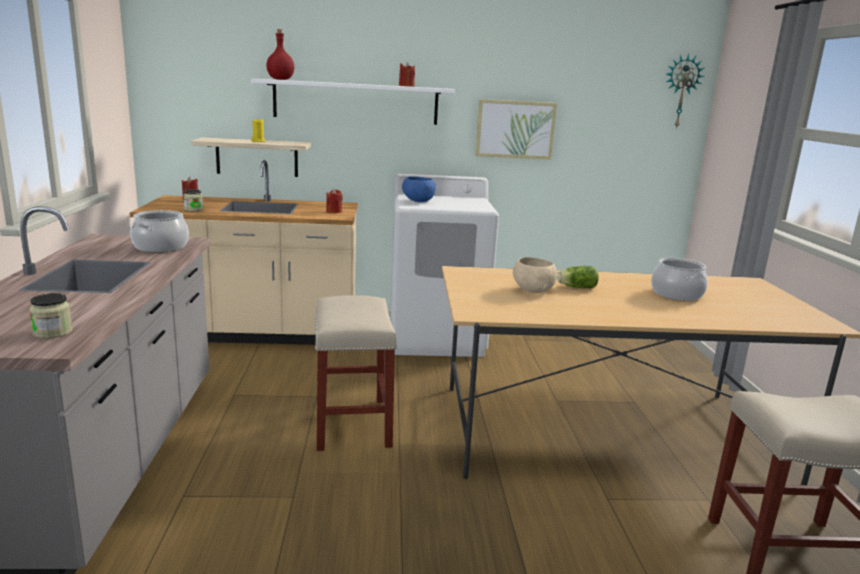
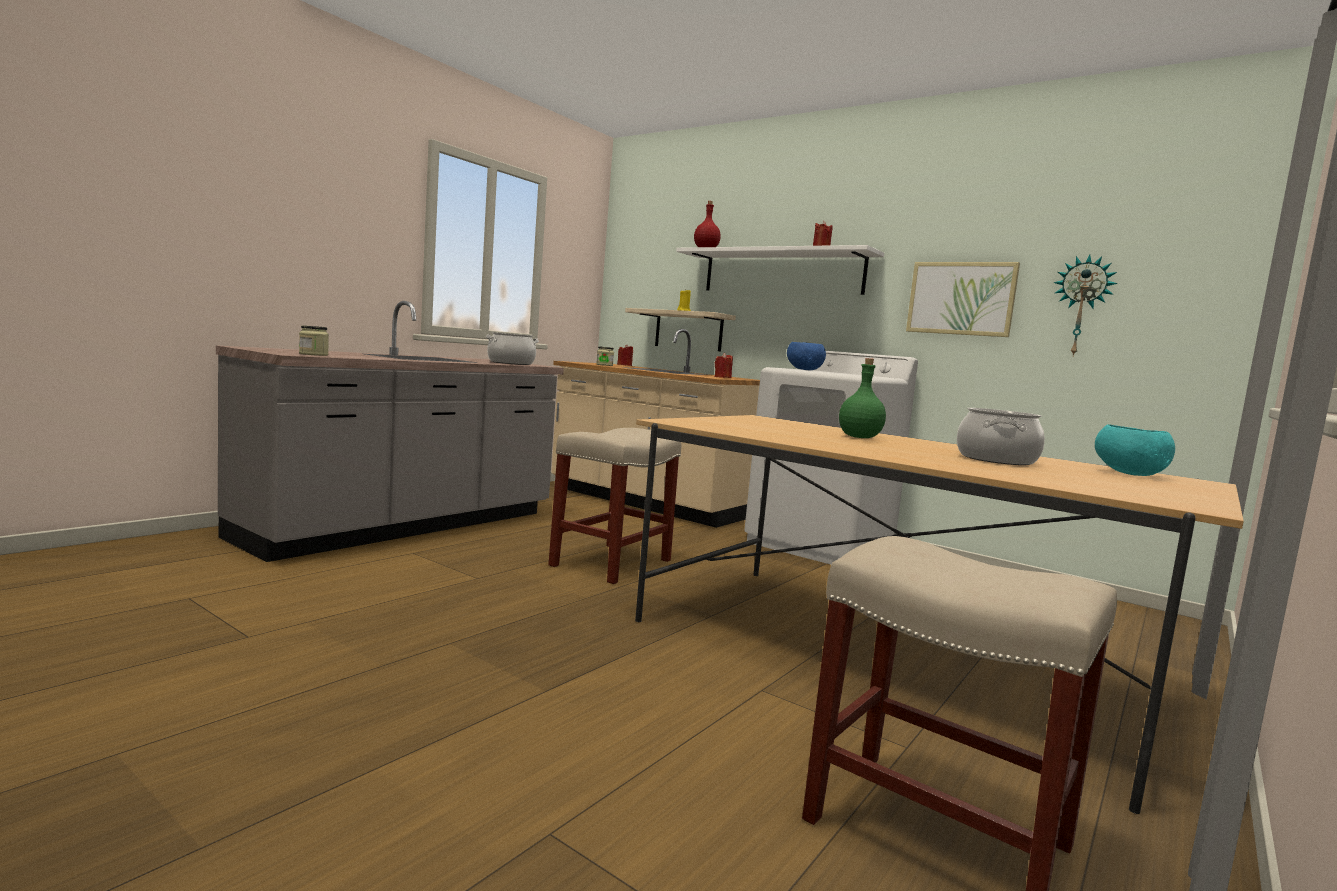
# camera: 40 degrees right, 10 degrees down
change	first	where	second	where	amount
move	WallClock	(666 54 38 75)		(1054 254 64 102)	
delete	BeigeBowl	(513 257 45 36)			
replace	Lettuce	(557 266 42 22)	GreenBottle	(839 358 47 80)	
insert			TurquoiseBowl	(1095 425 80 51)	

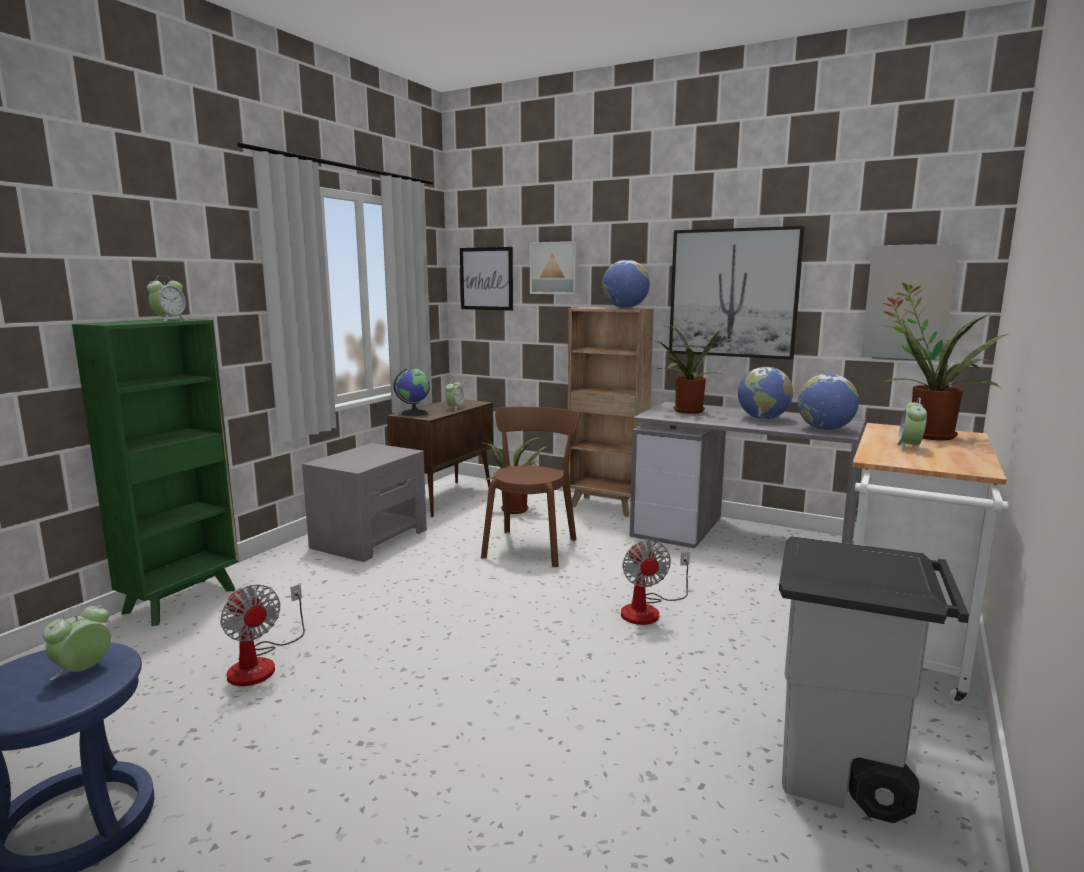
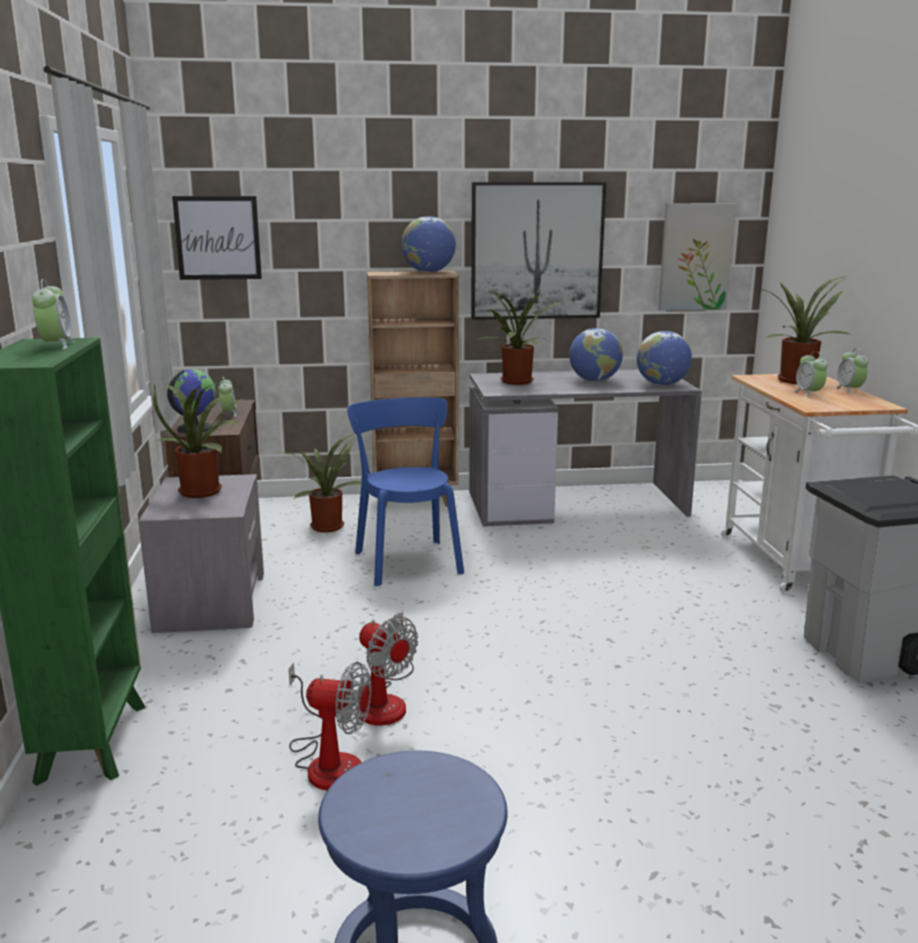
# camera: 35 degrees left, 5 degrees up
change	first	where	second	where	amount
delete	Picture	(530 241 48 53)			
recolor	BrownChair	(481 407 99 160)	BlueChair	(347 397 117 189)	
move	Fan	(621 540 69 85)		(357 612 61 113)	
move	AlarmClock	(43 604 68 76)		(835 348 34 46)	
insert			PottedPlant	(153 383 93 115)	

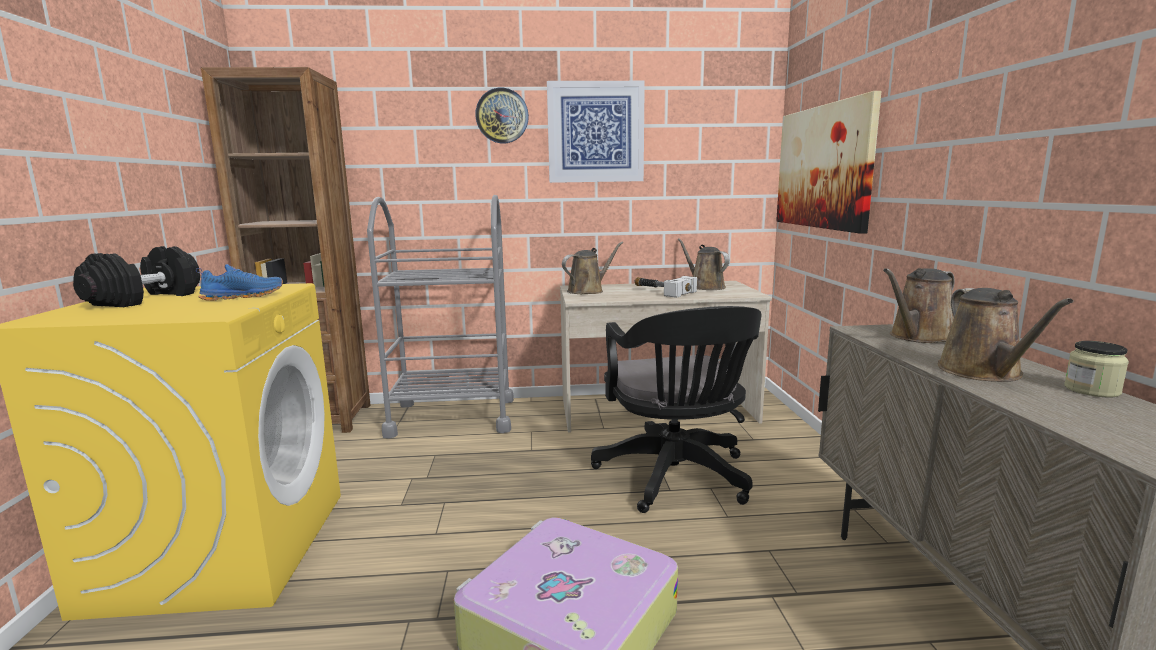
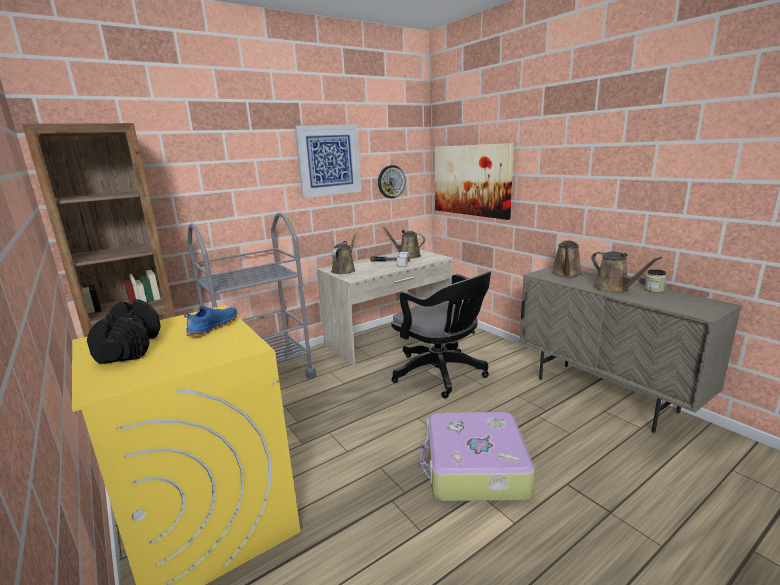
# camera: 30 degrees left, 5 degrees up
change	first	where	second	where	amount
move	WallClock	(475 88 54 55)		(378 165 28 33)	

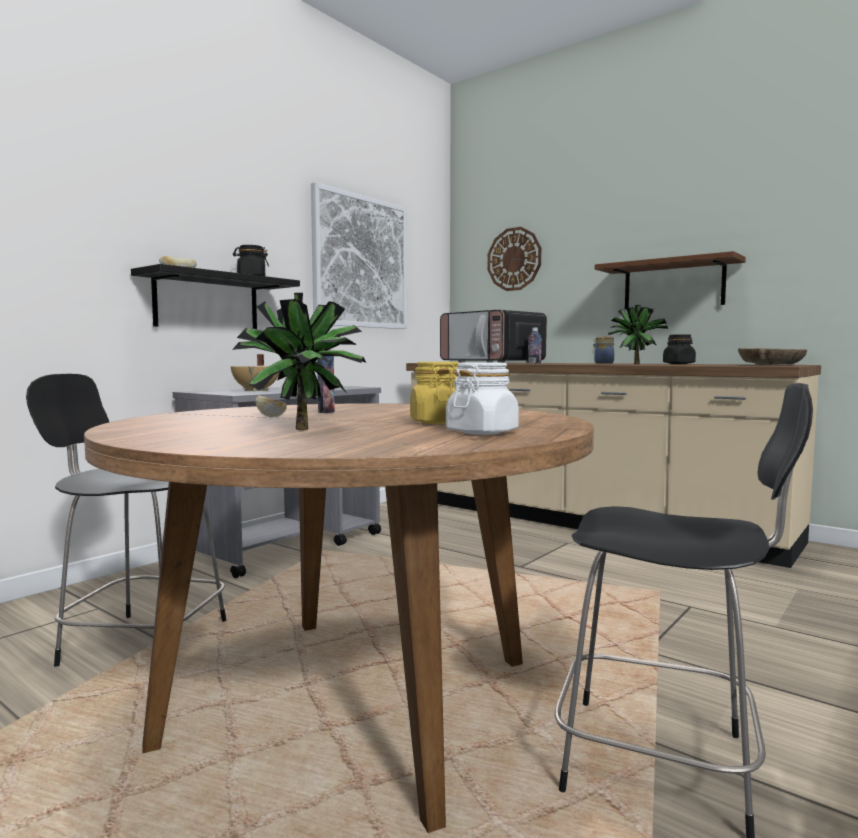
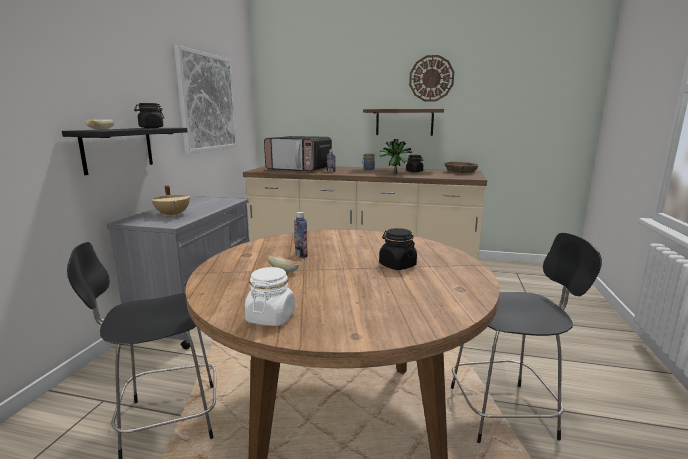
# camera: 25 degrees left, 10 degrees up
change	first	where	second	where	amount
move	WallClock	(487 227 54 64)		(409 55 45 47)	
delete	PottedPlant	(232 293 134 137)			
recolor	YellowJar	(410 362 49 62)	BlackJar	(379 228 38 42)	
move	WhiteJar	(446 363 73 72)		(245 267 50 59)	

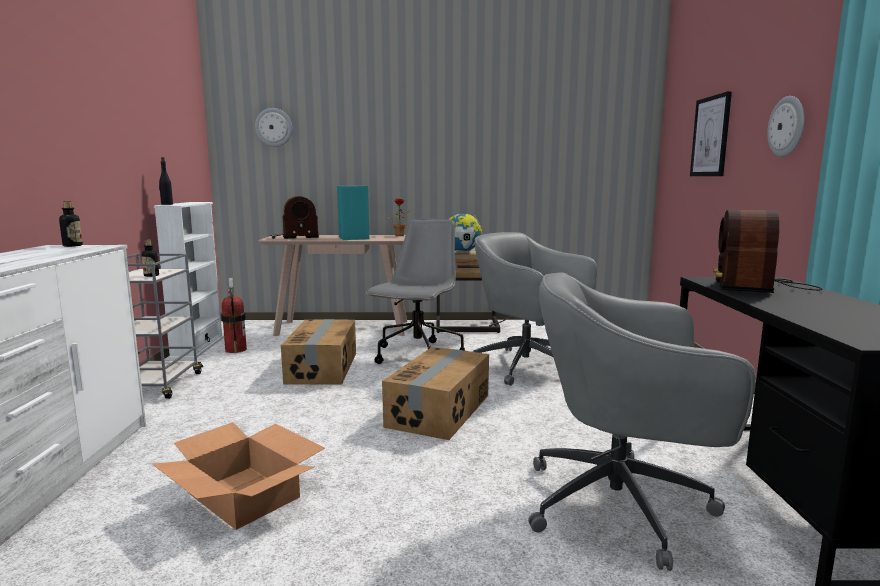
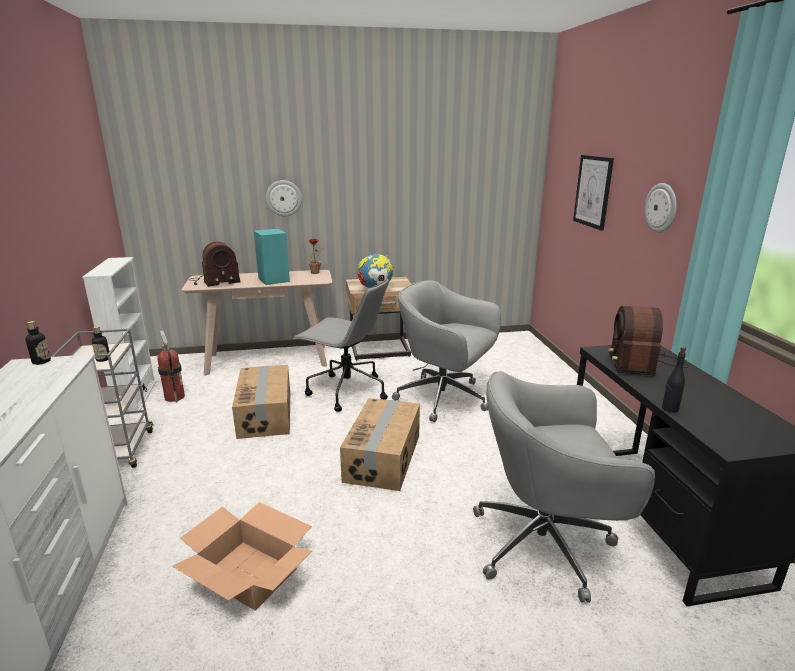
# camera: 10 degrees left, 10 degrees up
change	first	where	second	where	amount
move	WallClock	(255 108 37 39)		(266 180 36 37)	
move	BlackBottle	(159 157 14 48)		(662 347 24 66)	
rotate	GreyOfficeChair	(365 218 100 146)		(293 277 96 135)	105 degrees clockwise

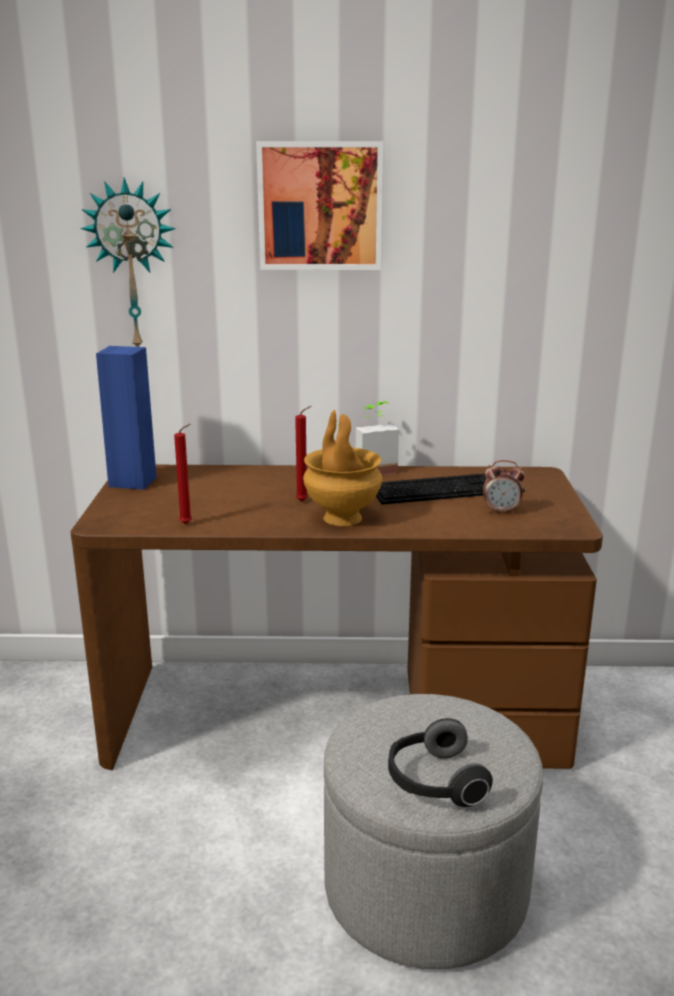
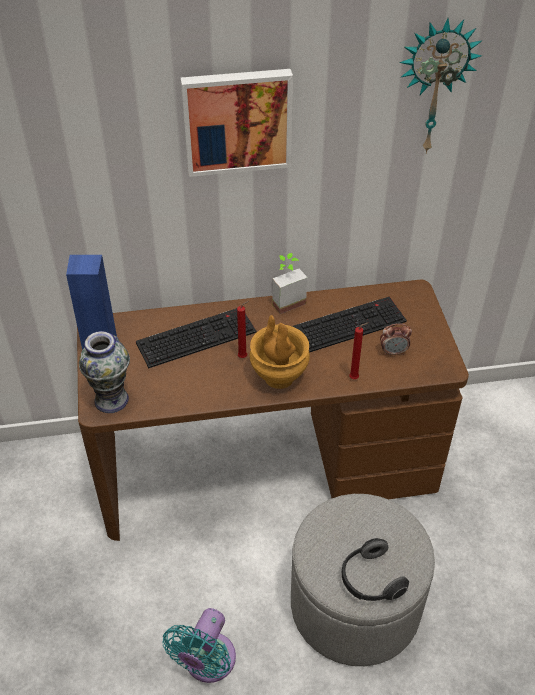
# camera: 10 degrees left, 25 degrees up
change	first	where	second	where	amount
move	WallClock	(80 178 96 169)		(399 18 83 136)	
move	RedCandle	(174 424 18 100)		(349 323 19 56)	
insert			Keyboard	(136 308 120 60)	
insert			Vase	(79 331 51 82)	
insert			TurquoiseFan	(163 608 73 75)	

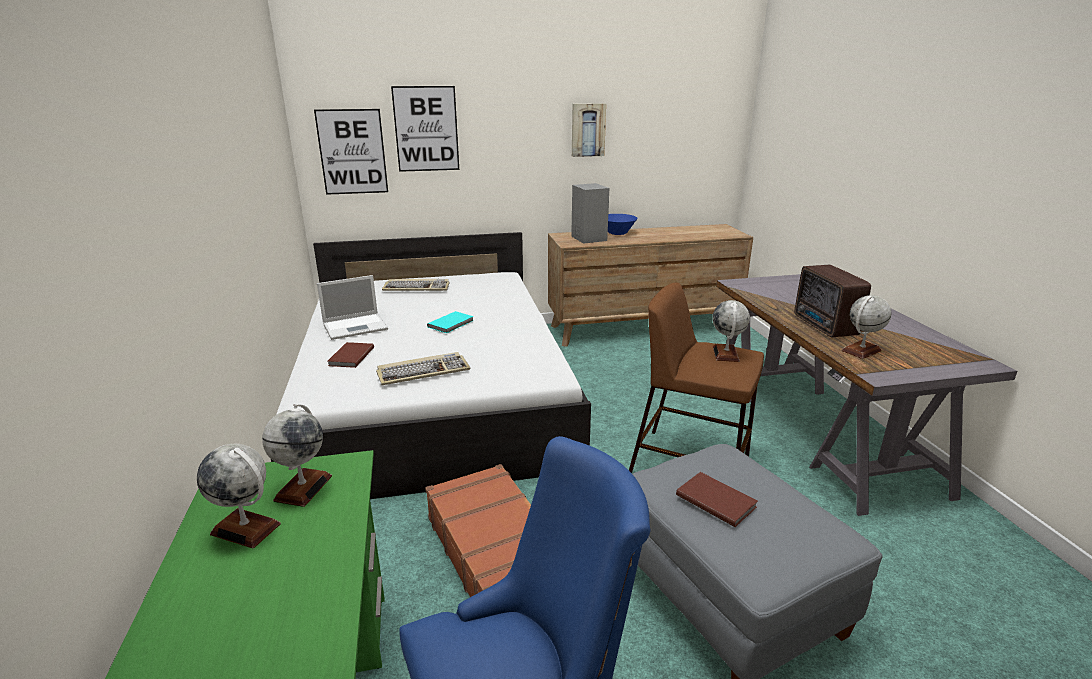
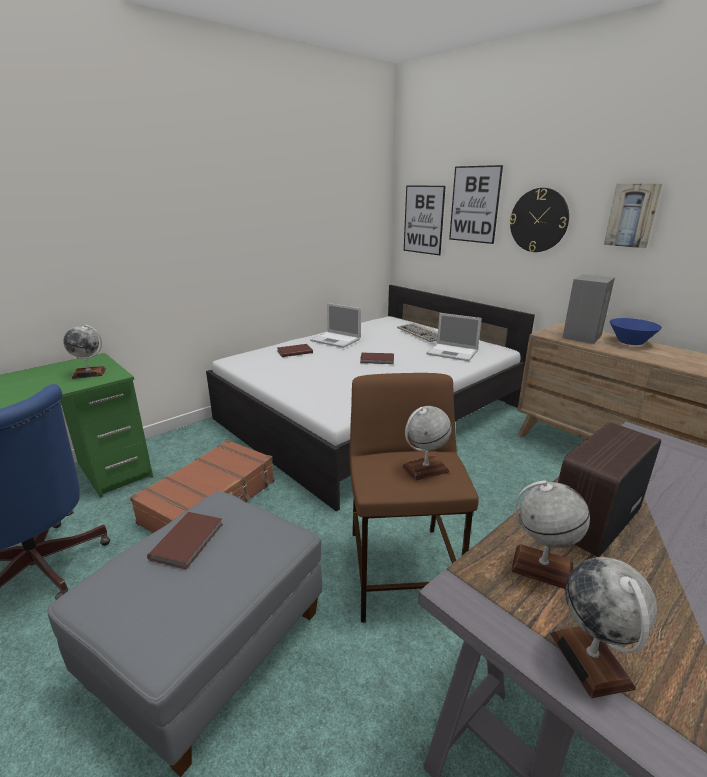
# camera: 60 degrees right, 0 degrees up
change	first	where	second	where	amount
recolor	TurquoiseBook	(427 311 47 22)	BrownBook	(360 353 34 11)	
delete	Keyboard	(376 352 94 34)			
move	Globe	(197 444 84 104)		(550 557 107 141)	
insert			WallClock	(510 188 59 64)	
insert			Laptop	(426 313 56 48)	

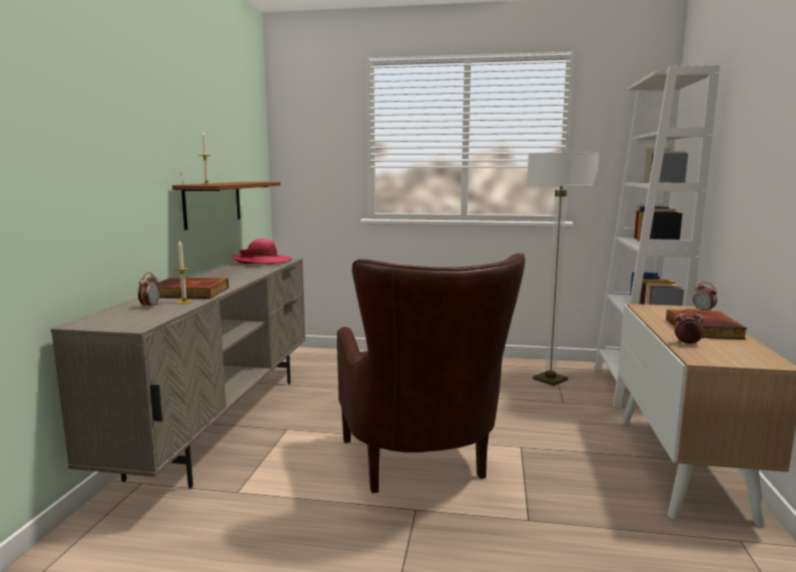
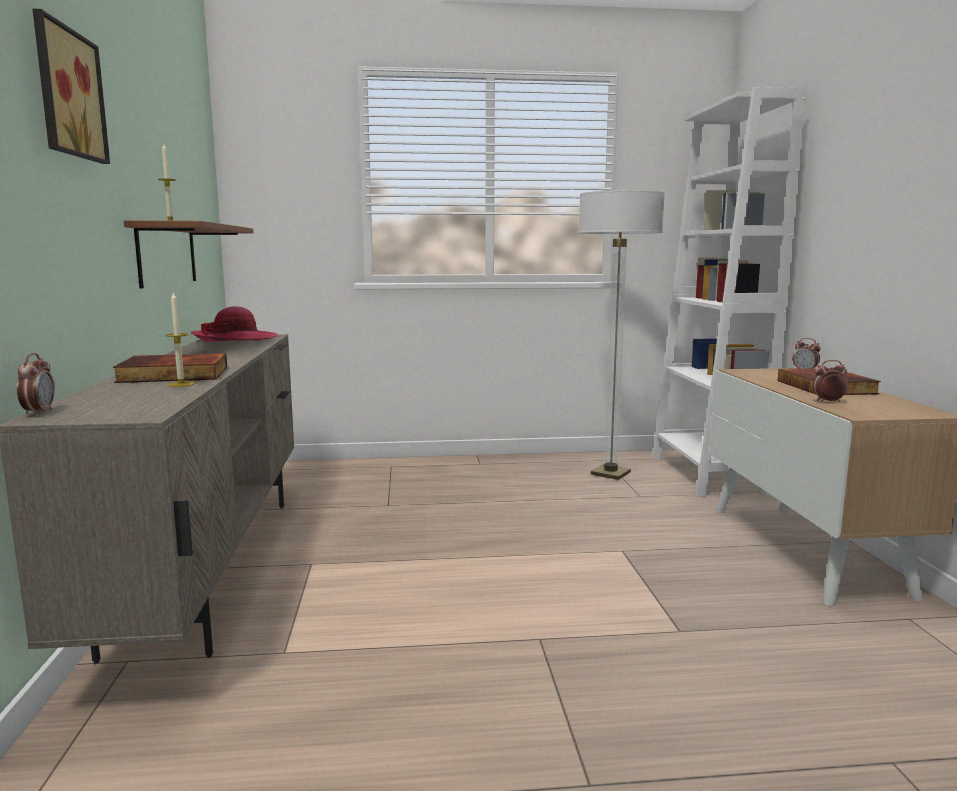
# camera: 15 degrees left, 0 degrees up
change	first	where	second	where	amount
delete	BrownArmchair	(337 253 188 240)			
move	AlarmClock	(138 272 22 36)		(17 353 38 62)	
insert			Picture	(33 9 77 155)	

